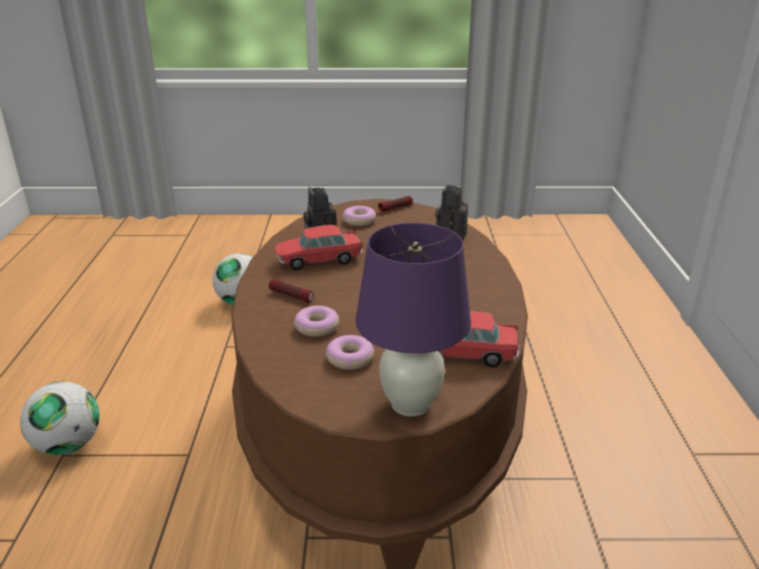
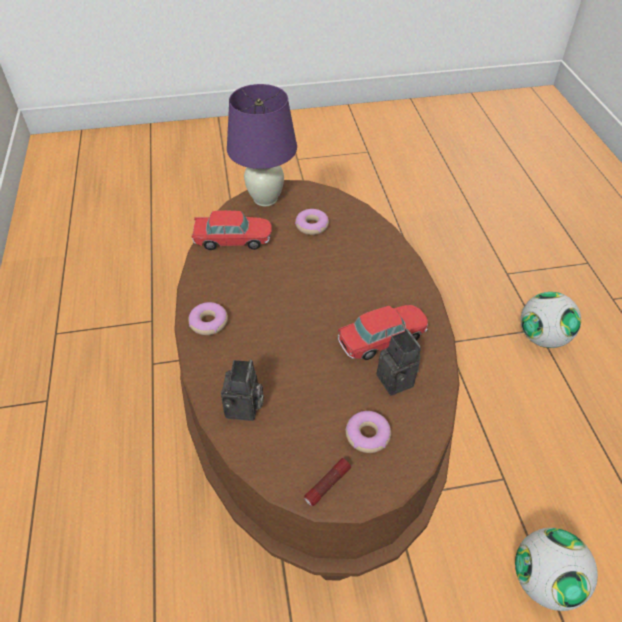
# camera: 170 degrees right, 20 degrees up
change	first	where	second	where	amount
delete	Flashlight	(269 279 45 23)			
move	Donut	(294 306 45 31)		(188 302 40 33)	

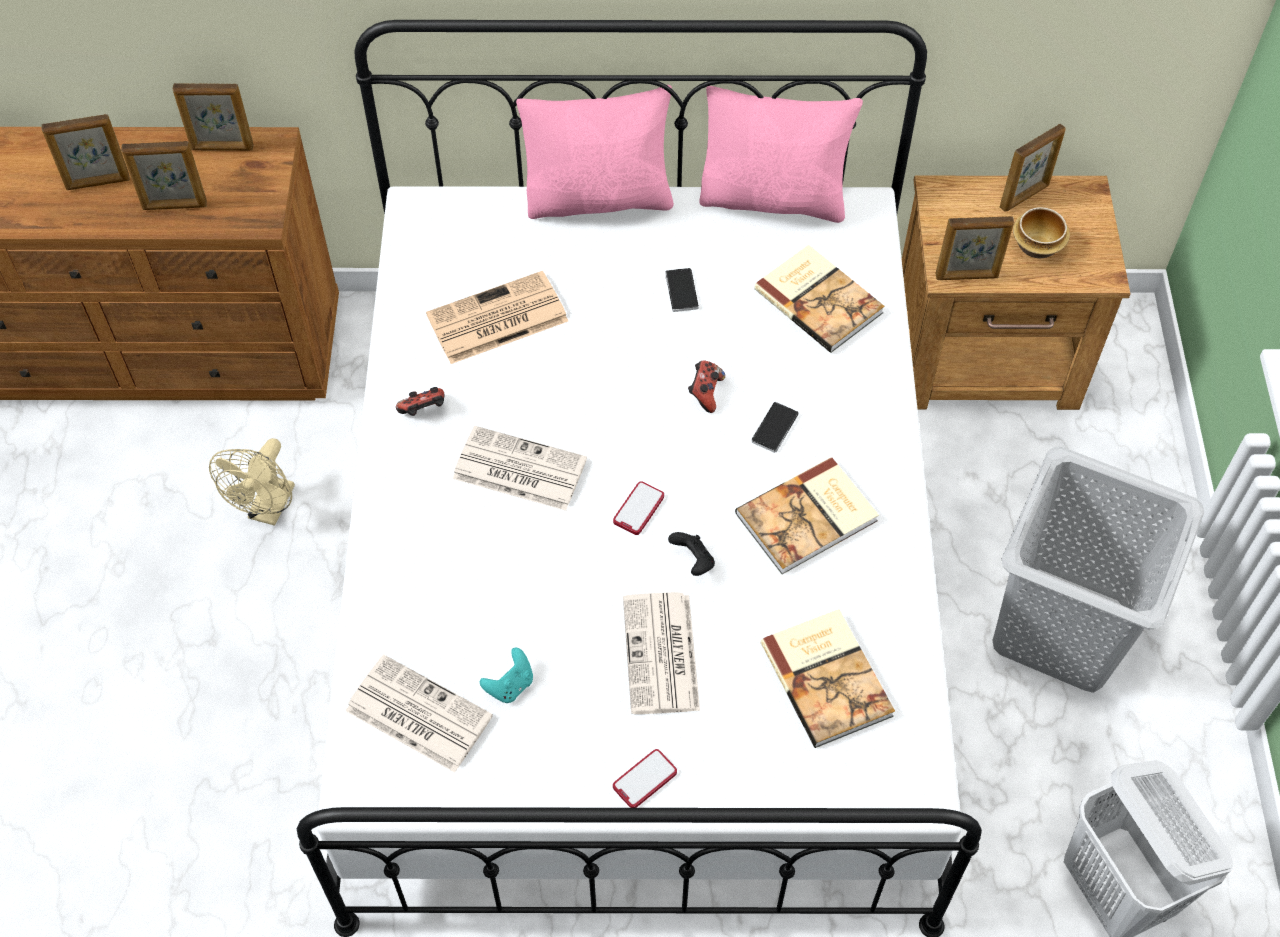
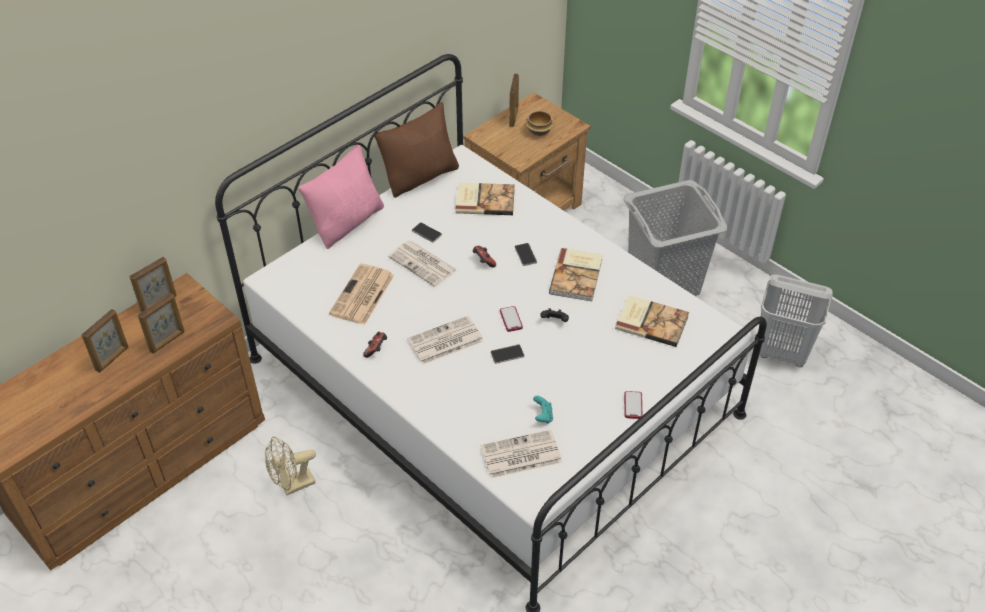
# camera: 45 degrees left, 10 degrees down
change	first	where	second	where	amount
recolor	PinkPillow	(699 86 164 137)	BrownPillow	(374 102 85 96)	
delete	PictureFrame	(935 216 79 64)			
rotate	BeigeFan	(209 438 86 88)		(265 436 51 59)	90 degrees clockwise
move	Newspaper	(623 592 77 122)		(388 241 69 46)	
insert			Phone	(490 344 34 20)	

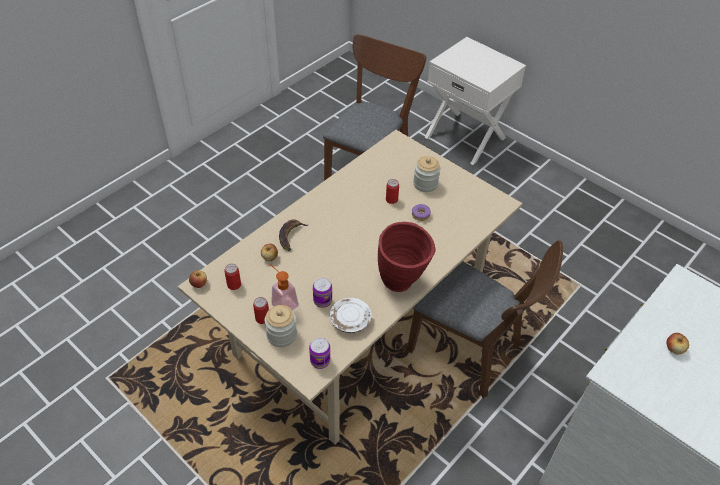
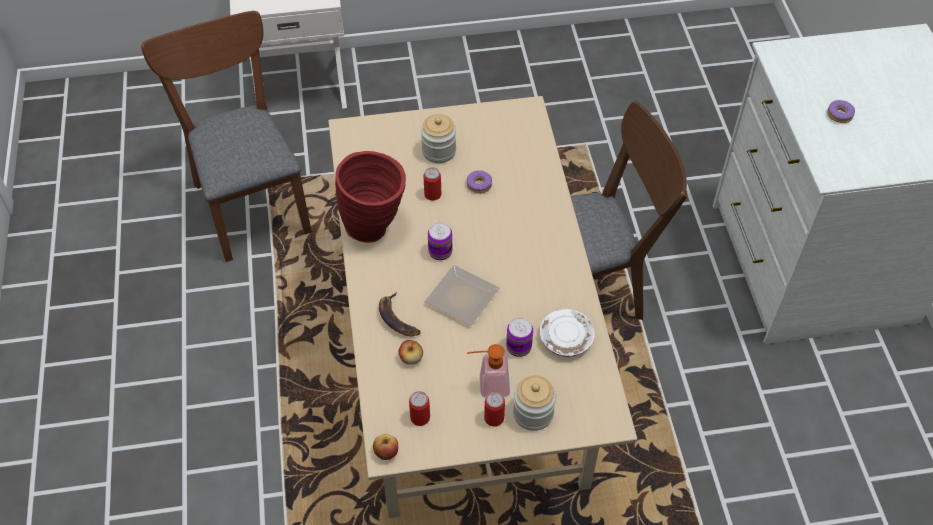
# camera: 50 degrees left, 5 degrees up
change	first	where	second	where	amount
move	RedVase	(378 222 57 70)		(335 151 71 92)	
replace	Apple	(666 333 23 21)	Donut	(827 100 28 23)	
move	Can	(309 338 21 31)		(428 223 24 37)	
insert			Plate	(424 265 76 61)	

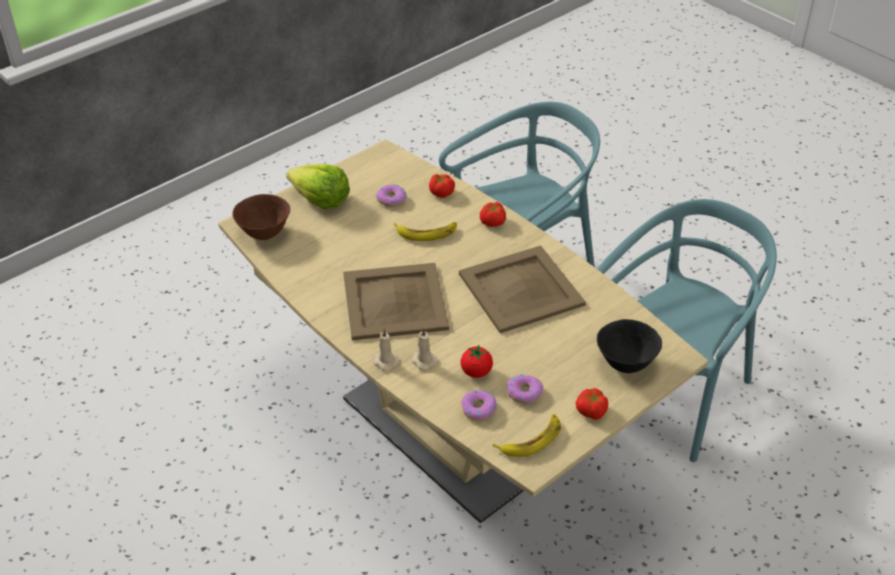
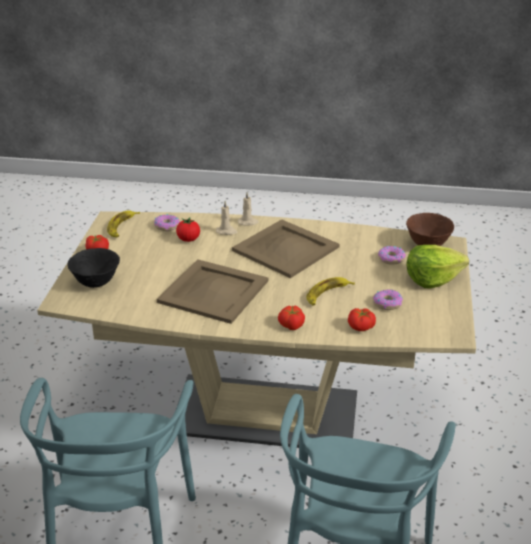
# camera: 140 degrees right, 10 degrees down
change	first	where	second	where	amount
move	Donut	(506 374 37 30)		(378 246 28 18)	

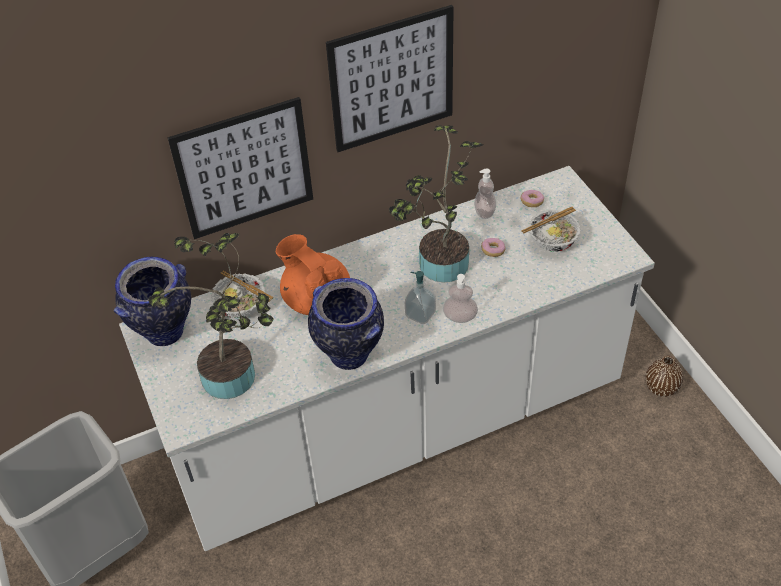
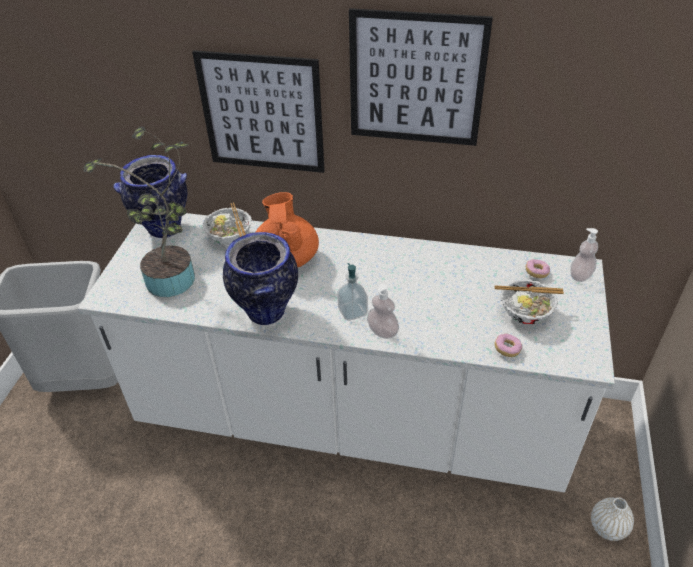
# camera: 35 degrees right, 5 degrees down
change	first	where	second	where	amount
delete	PottedPlant	(389 125 94 157)			
move	SoapDispenser	(474 168 22 51)		(570 228 28 54)	
move	Donut	(481 238 25 19)		(495 334 27 23)	
recolor	BrownVase	(645 356 38 41)	WhiteVase	(591 497 43 44)	

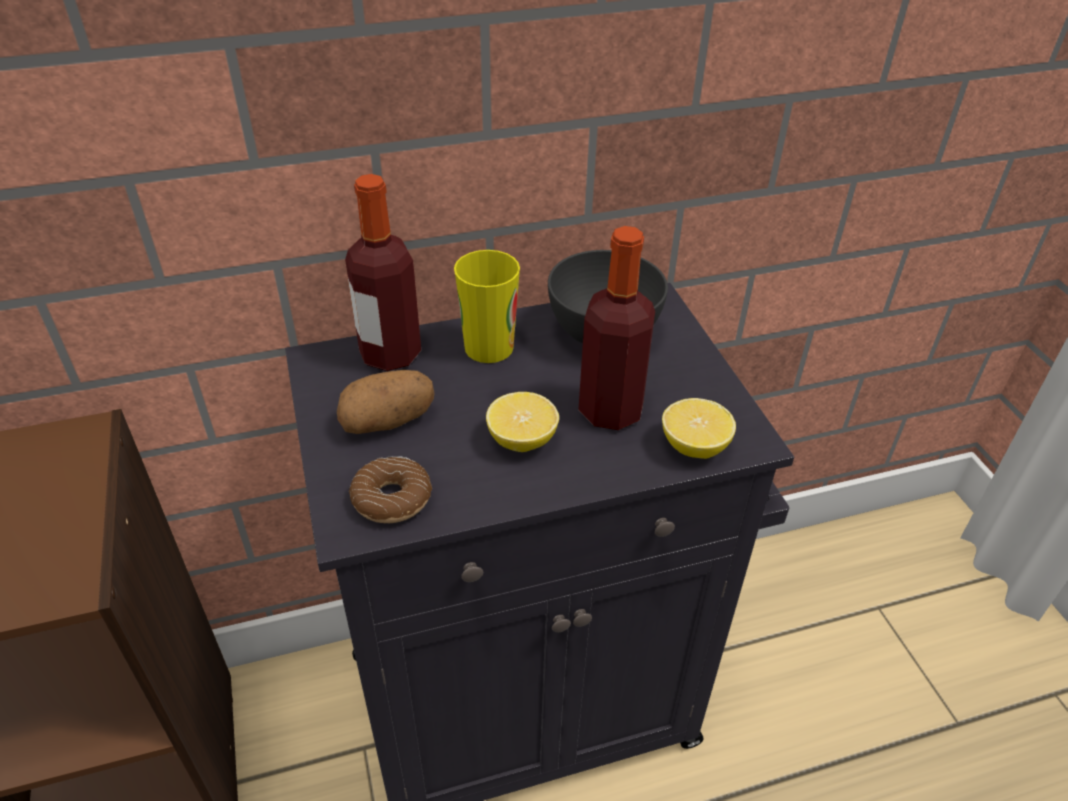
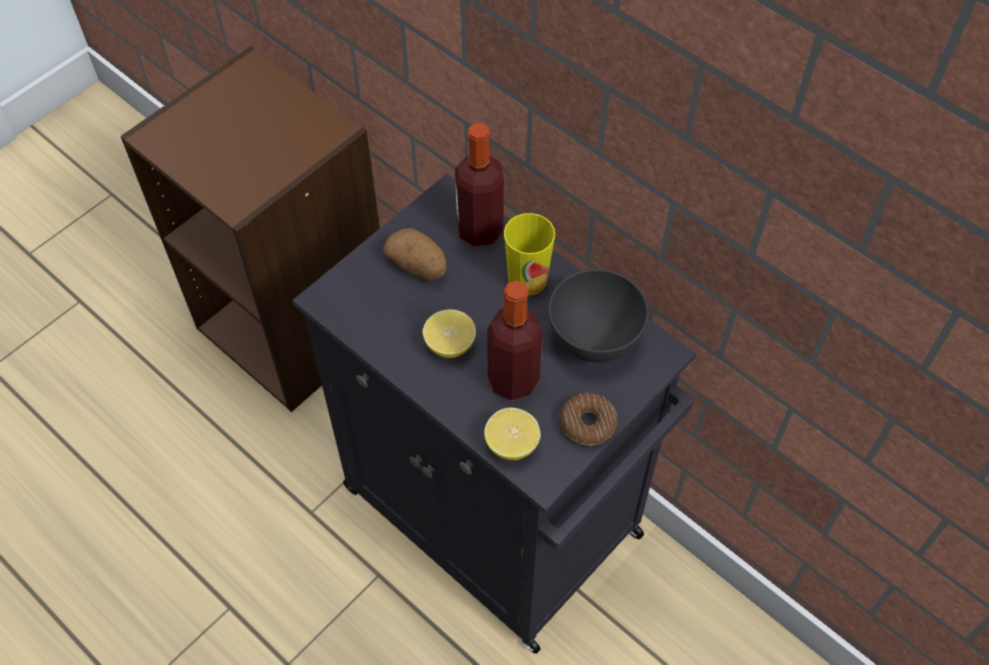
# camera: 60 degrees right, 15 degrees up
change	first	where	second	where	amount
move	Donut	(349 457 83 66)		(559 393 59 53)	

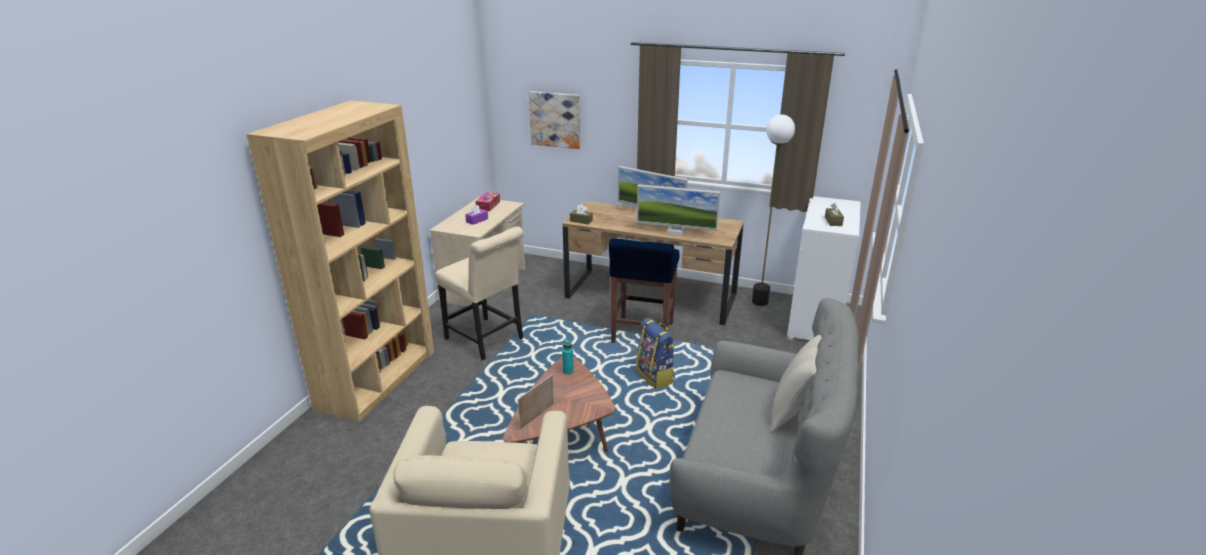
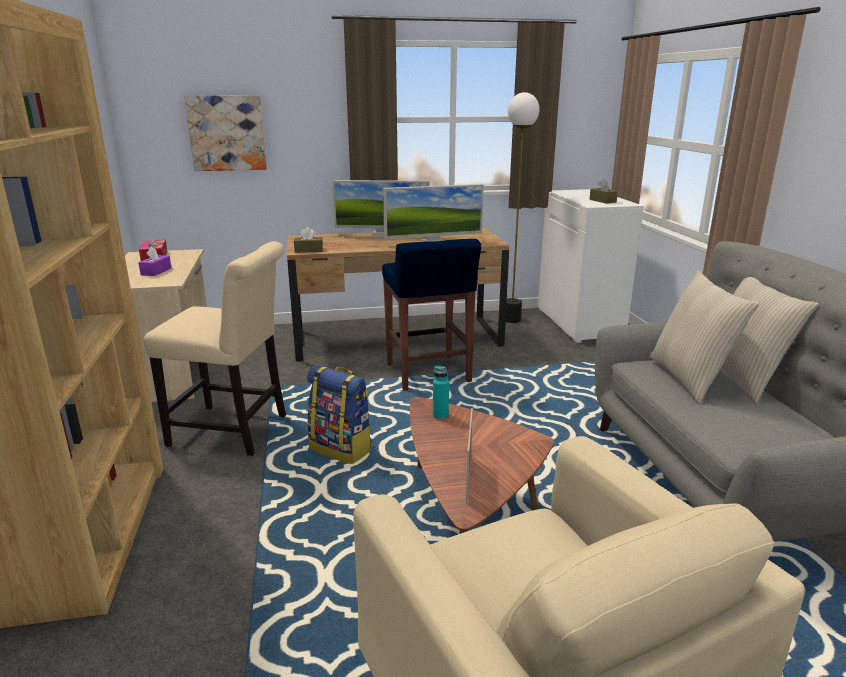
# camera: 30 degrees left, 5 degrees down
change	first	where	second	where	amount
move	Backpack	(636 318 39 71)		(307 365 65 99)	
insert			BeigePillow	(650 271 109 133)	

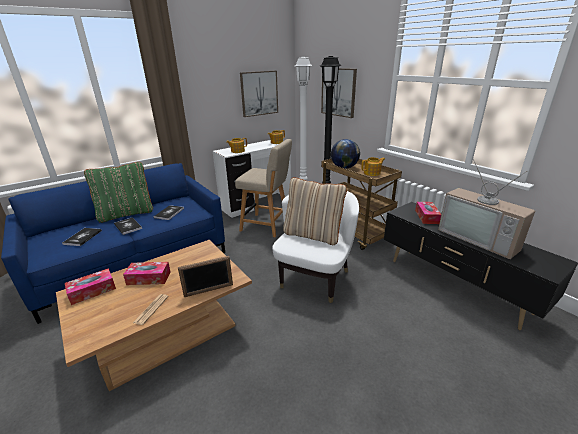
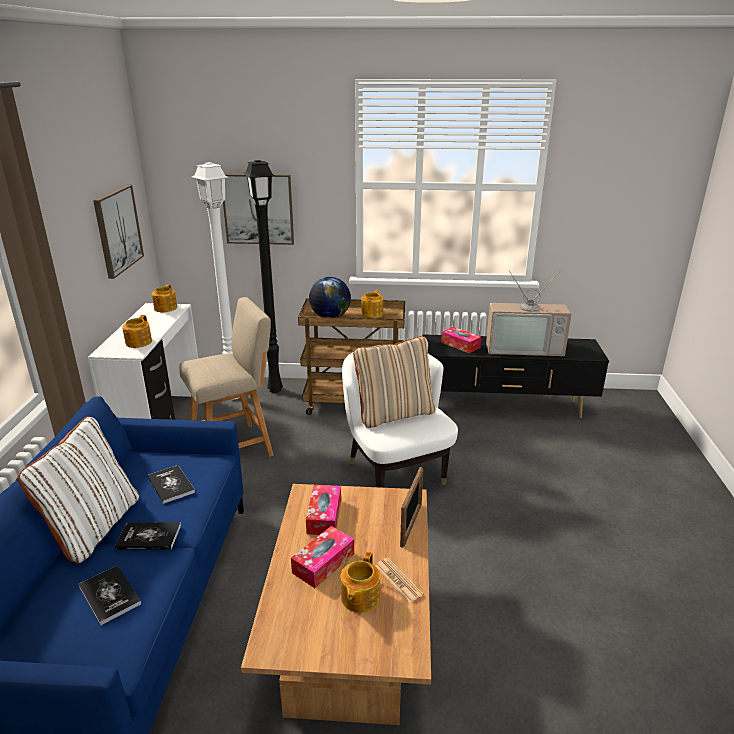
# camera: 50 degrees left, 0 degrees up
change	first	where	second	where	amount
recolor	GreenPillow	(84 162 69 61)	WhitePillow	(17 416 122 148)	
move	TissueBox	(65 268 51 37)		(306 485 35 50)	
insert			Teapot	(341 551 39 62)	

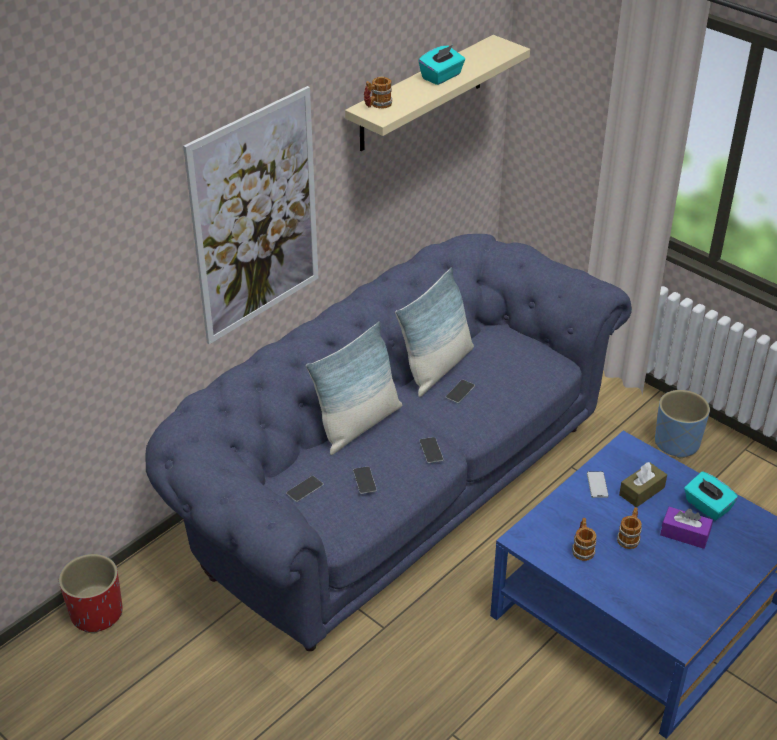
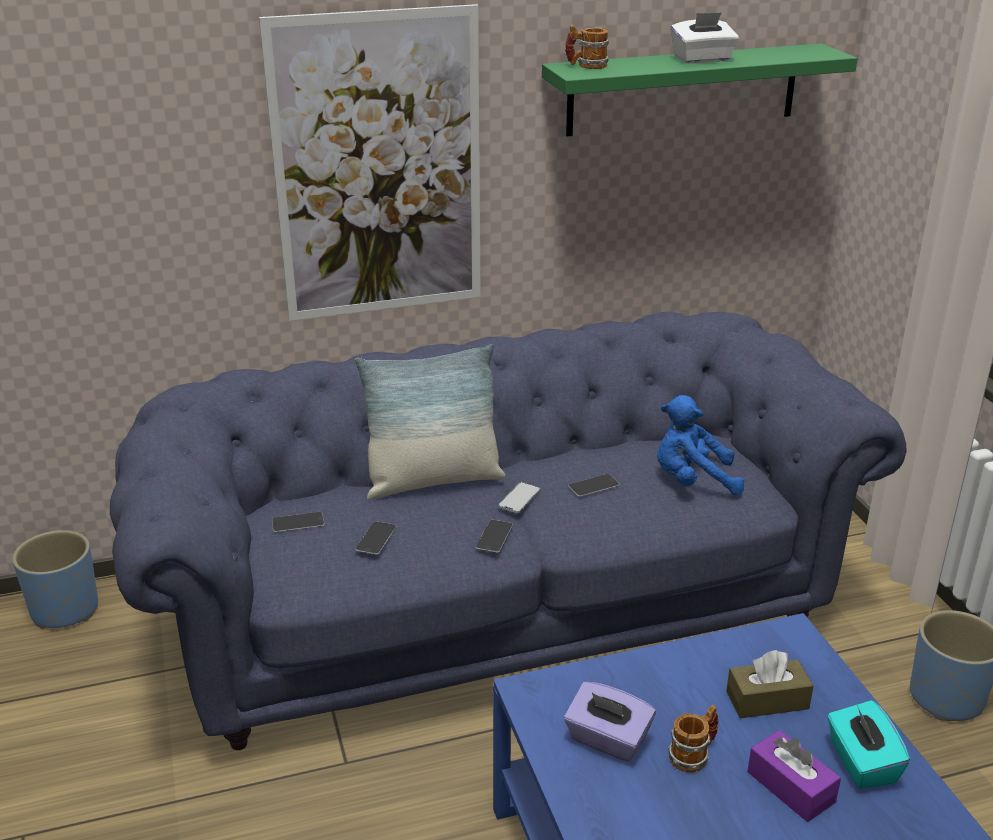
# camera: 30 degrees right, 10 degrees down
change	first	where	second	where	amount
recolor	BeigeShelf	(345 35 185 116)	GreenShelf	(542 43 316 93)	
recolor	TurquoiseTissueBox	(418 45 47 40)	WhiteTissueBox	(670 12 69 52)	
delete	Pillow	(395 268 79 129)			
move	Phone	(587 471 22 27)		(498 482 42 31)	
replace	Mug	(572 518 24 43)	PurpleTissueBox	(564 681 92 81)	
recolor	RedPlanter	(59 554 64 80)	BluePlanter	(12 530 86 99)	
insert			BluePlushToy	(657 395 87 100)	

